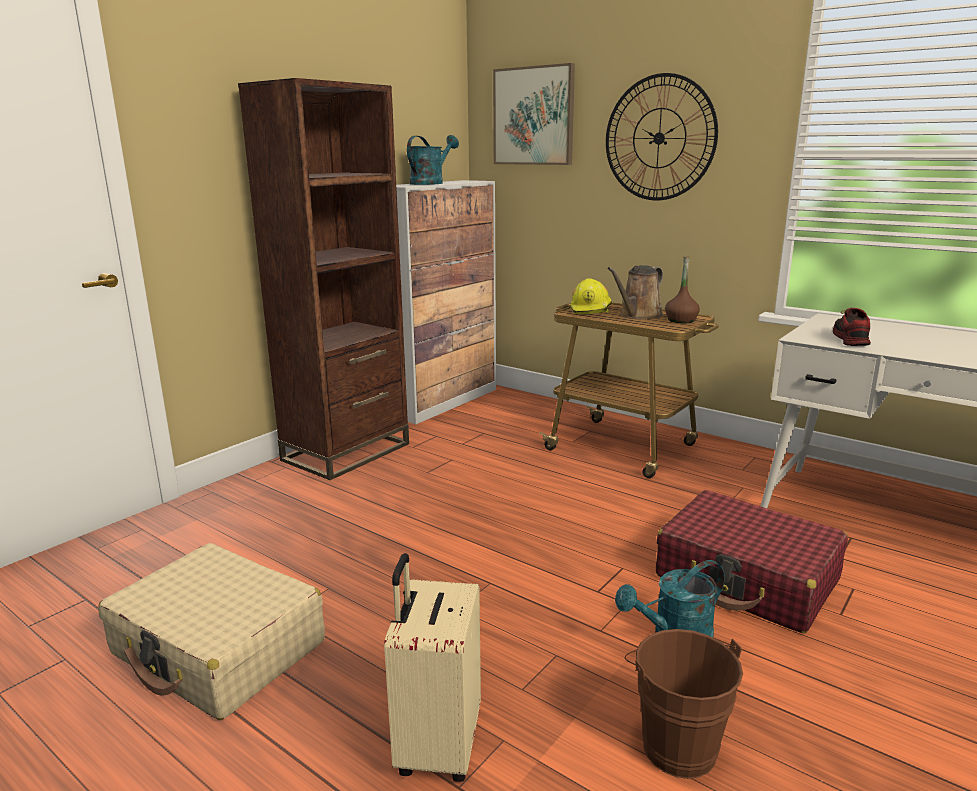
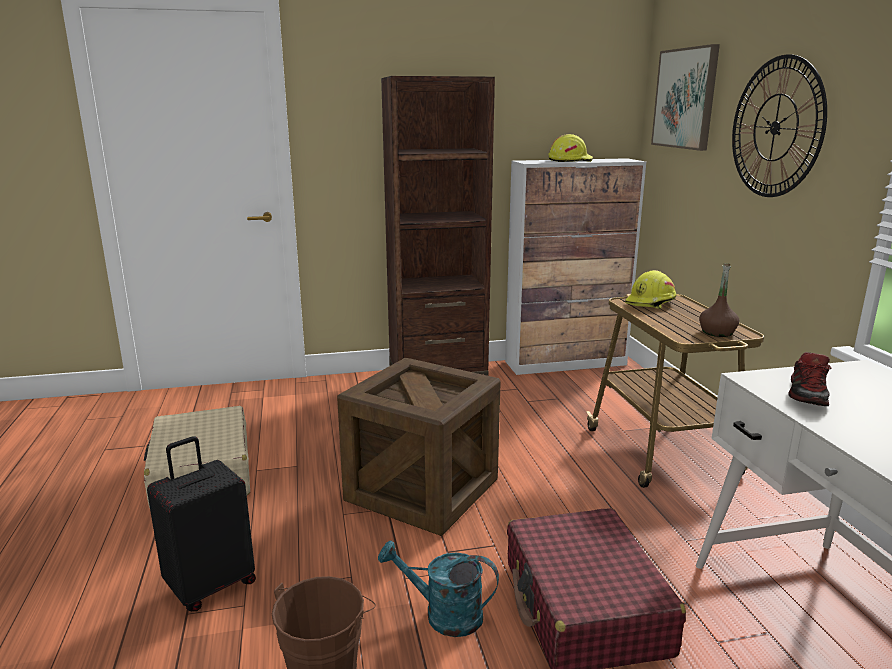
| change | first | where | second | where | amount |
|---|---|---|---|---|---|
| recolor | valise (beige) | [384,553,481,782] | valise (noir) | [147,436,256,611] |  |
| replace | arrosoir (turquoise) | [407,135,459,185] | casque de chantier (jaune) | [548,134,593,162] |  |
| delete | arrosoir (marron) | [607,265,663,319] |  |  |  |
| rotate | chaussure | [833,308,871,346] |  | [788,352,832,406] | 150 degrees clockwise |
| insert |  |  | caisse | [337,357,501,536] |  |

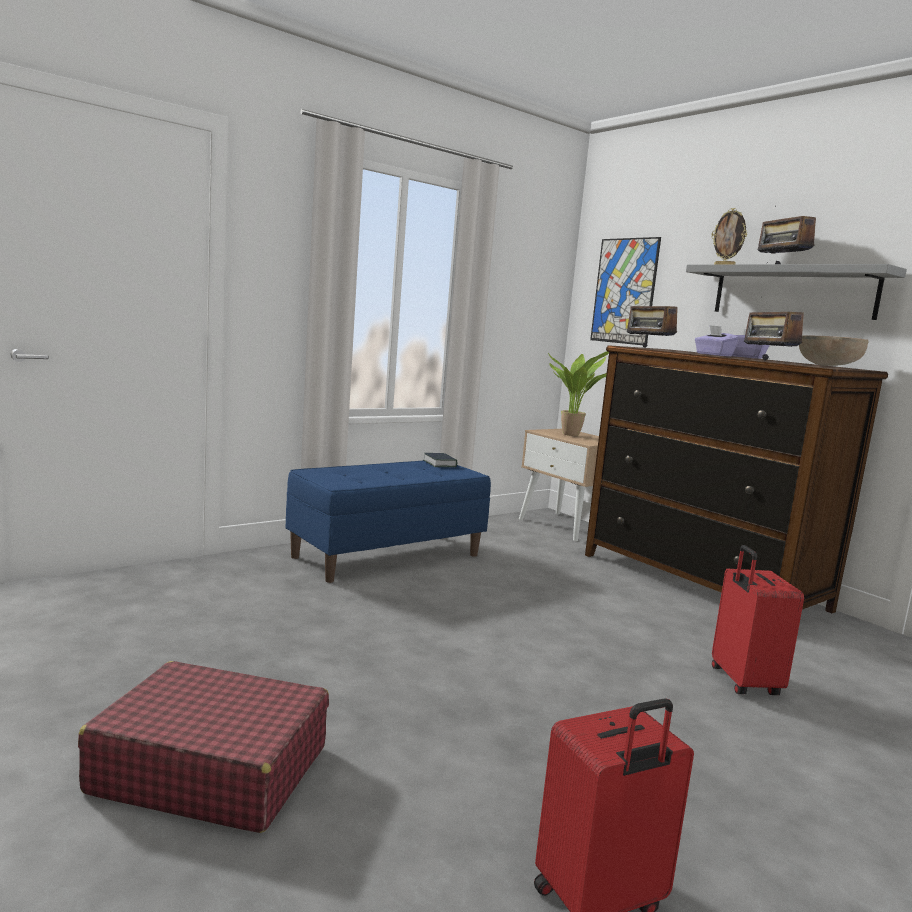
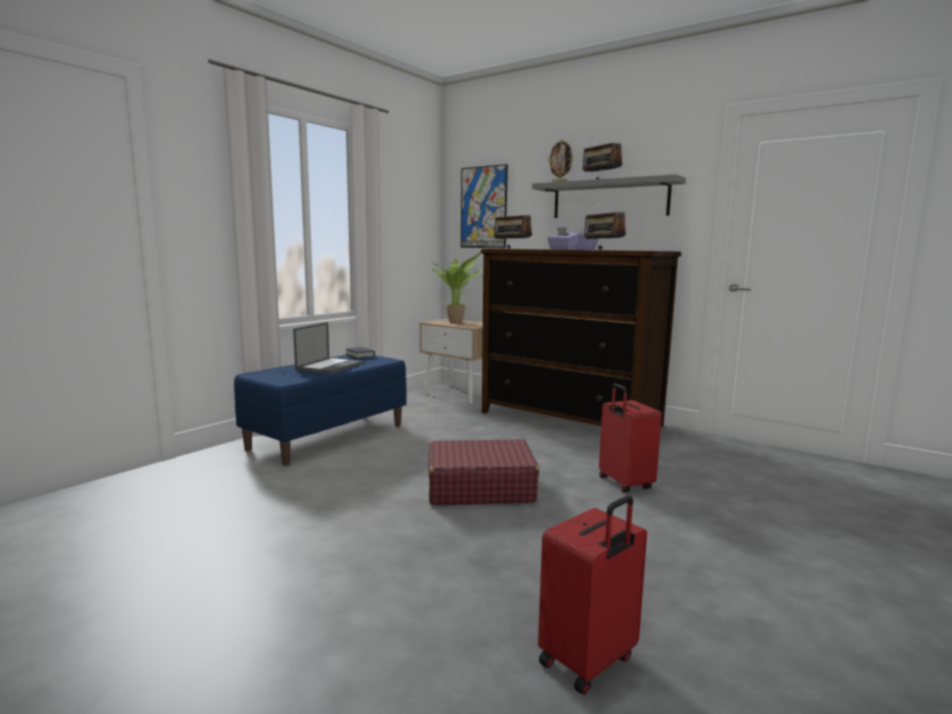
| change | first | where | second | where | amount |
|---|---|---|---|---|---|
| move | valise (rouge) | [78,661,329,833] |  | [428,439,539,505] |  |
| delete | bol (marron) | [799,335,869,366] |  |  |  |
| insert |  |  | ordinateur portable | [293,322,363,374] |  |

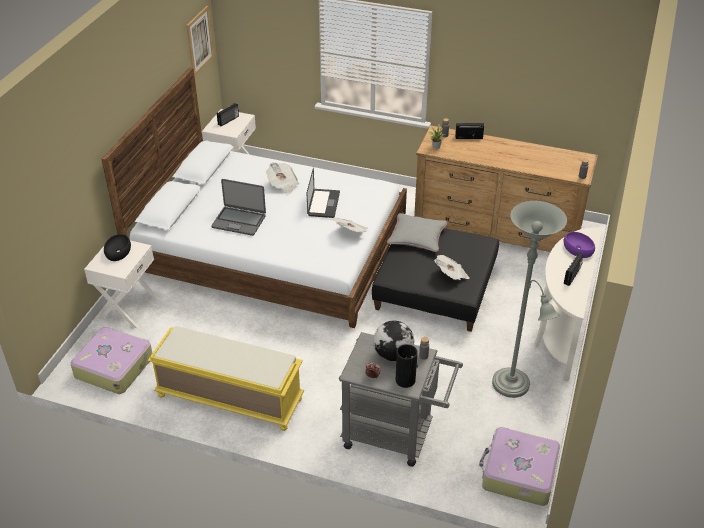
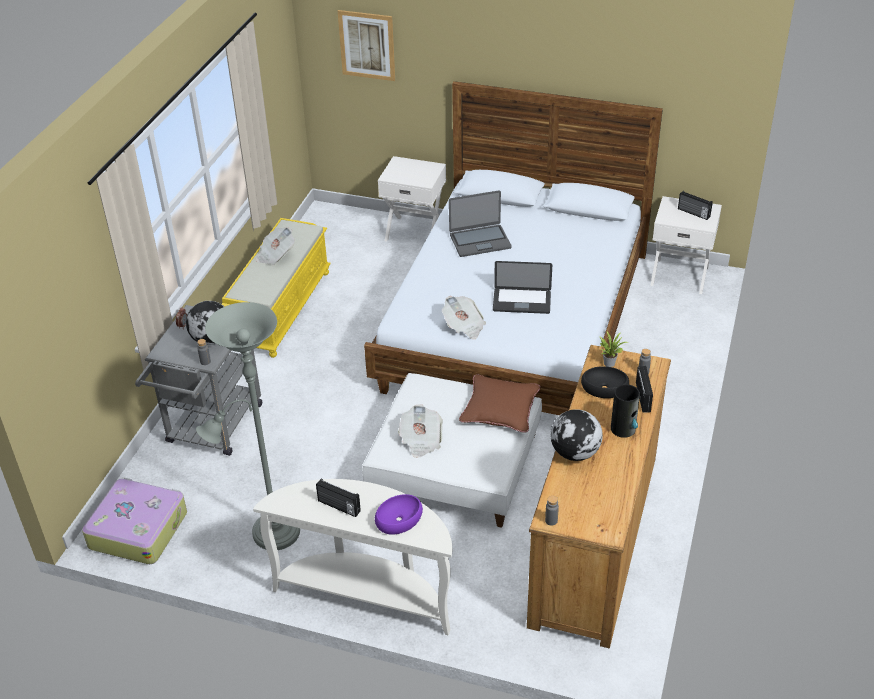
| change | first | where | second | where | amount |
|---|---|---|---|---|---|
| delete | valise | [70,327,152,394] |  |  |  |
| move | bol (noir) | [104,234,131,261] |  | [581,366,629,398] |  |
| move | tableau | [186,6,214,76] |  | [338,10,395,81] |  |
| rotate | ordinateur portable | [211,179,266,236] |  | [449,190,512,257] | 120 degrees counterclockwise |
| move | journal | [266,162,299,194] |  | [256,227,295,265] |  |
| recolor | pouf (noir) | [372,228,499,332] | pouf (blanc) | [362,373,542,528] |  |
| recolor | coussin (gris) | [387,213,448,252] | coussin (marron) | [459,374,541,433] |  |
| move | vase | [396,344,418,388] |  | [611,384,640,438] |  |
| insert |  |  | globe | [550,409,603,461] |  |

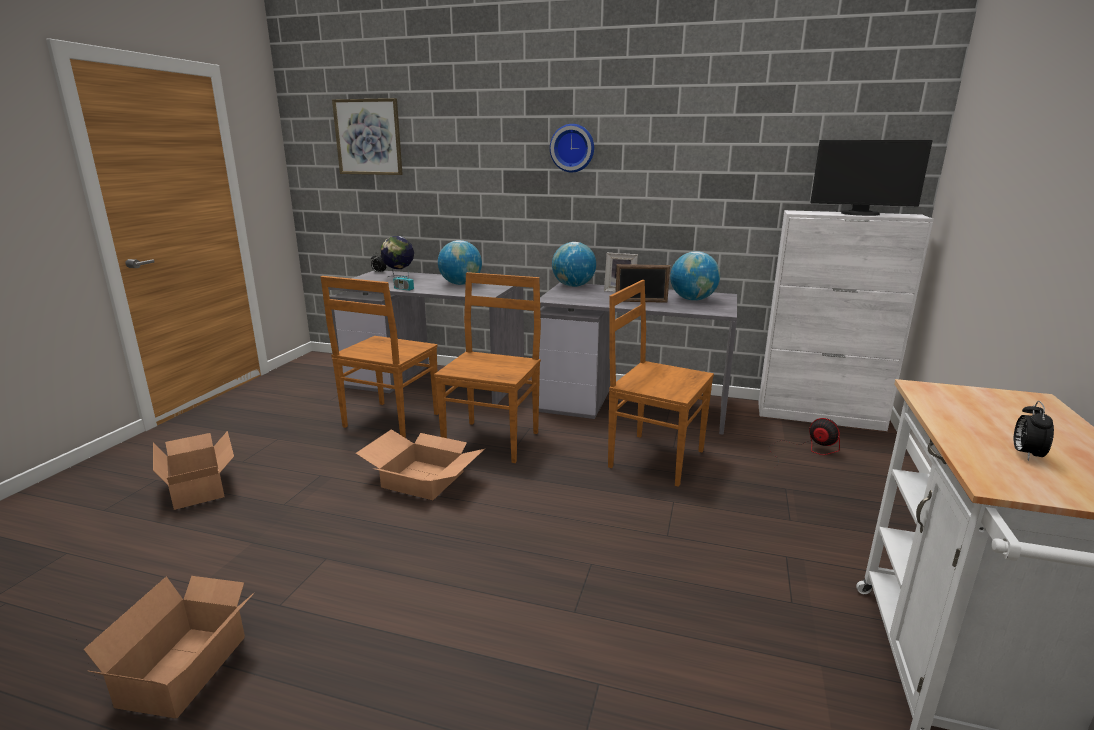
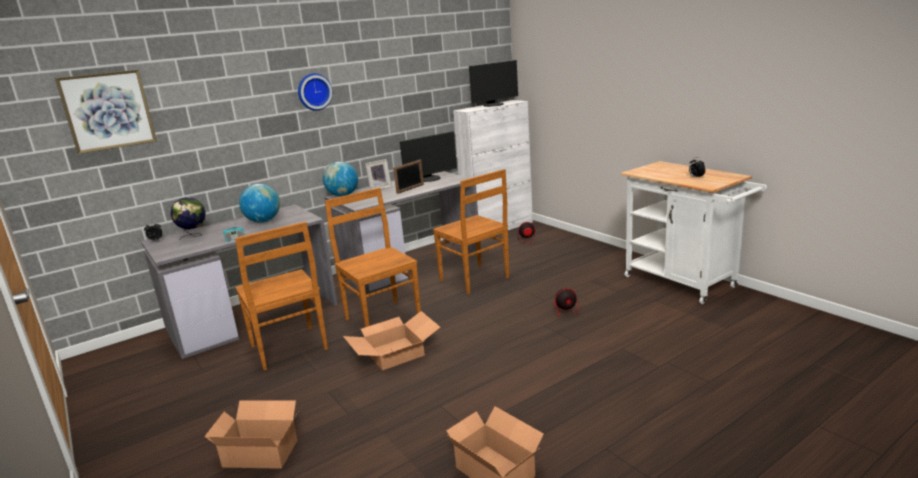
| change | first | where | second | where | amount |
|---|---|---|---|---|---|
| rotate | chaise (marron) | [608,280,714,487] |  | [433,169,509,294] | 105 degrees counterclockwise |
| replace | globe | [670,251,720,301] | écran d'ordinateur | [400,131,457,182] |  |
| insert |  |  | ventilateur | [554,288,590,317] |  |

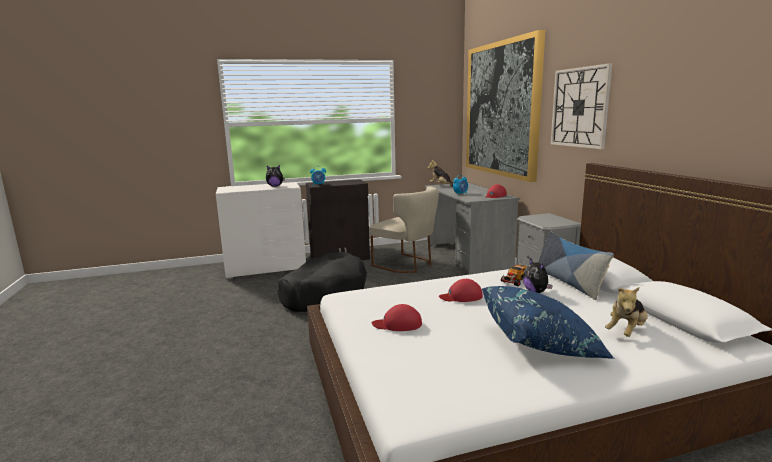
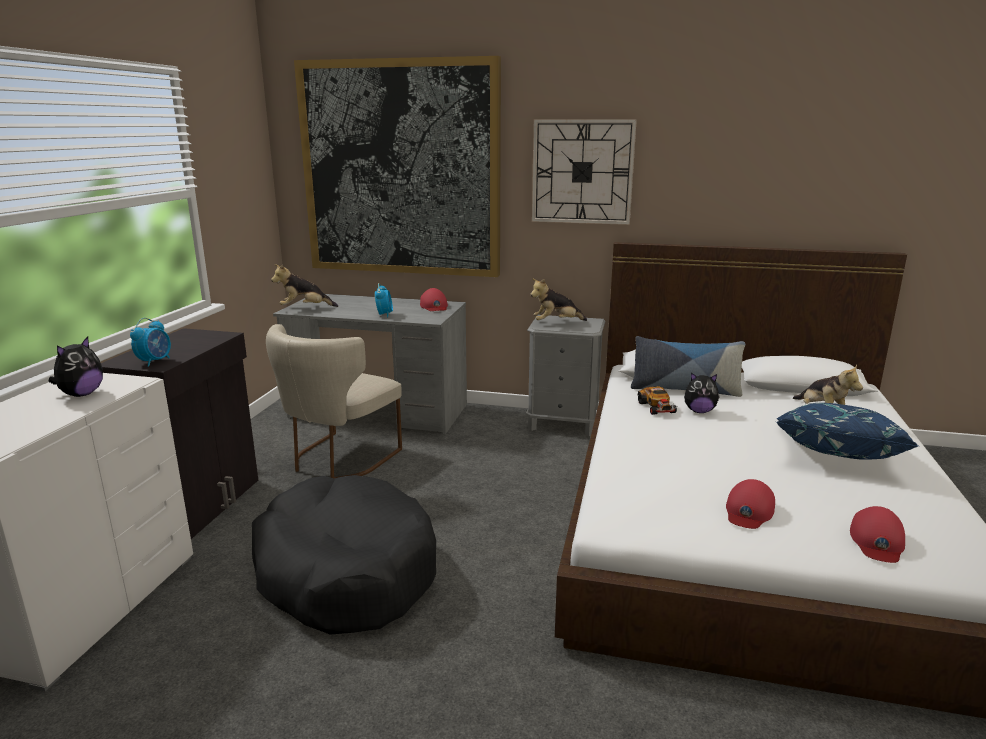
| change | first | where | second | where | amount |
|---|---|---|---|---|---|
| rotate | chaise (beige) | [369,186,439,273] |  | [266,324,402,479] | 135 degrees clockwise |
| move | casquette (rouge) | [439,279,483,302] |  | [850,506,905,563] |  |
| insert |  |  | peluche | [530,278,587,321] |  |

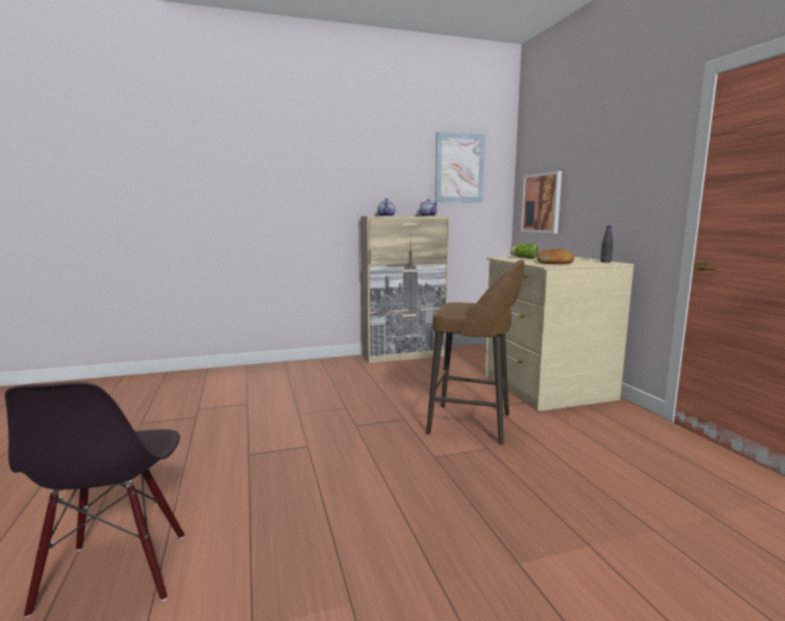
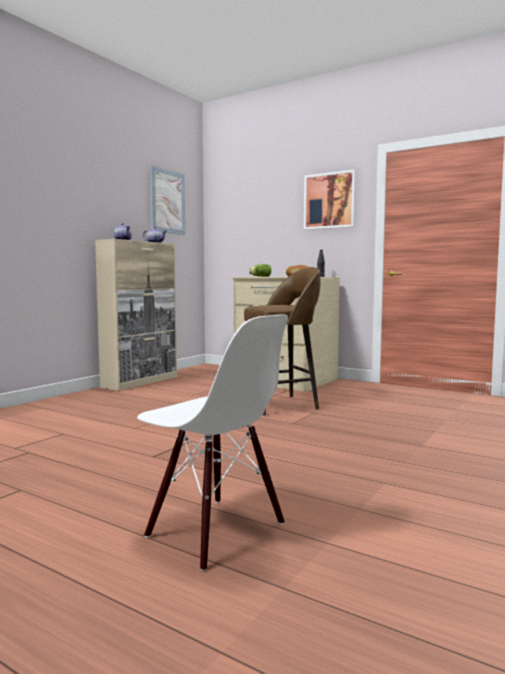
| change | first | where | second | where | amount |
|---|---|---|---|---|---|
| recolor | chaise (noir) | [5,382,185,618] | chaise (blanc) | [137,315,288,571] |  |
| move | tableau | [521,171,562,233] |  | [304,169,356,230] |  |

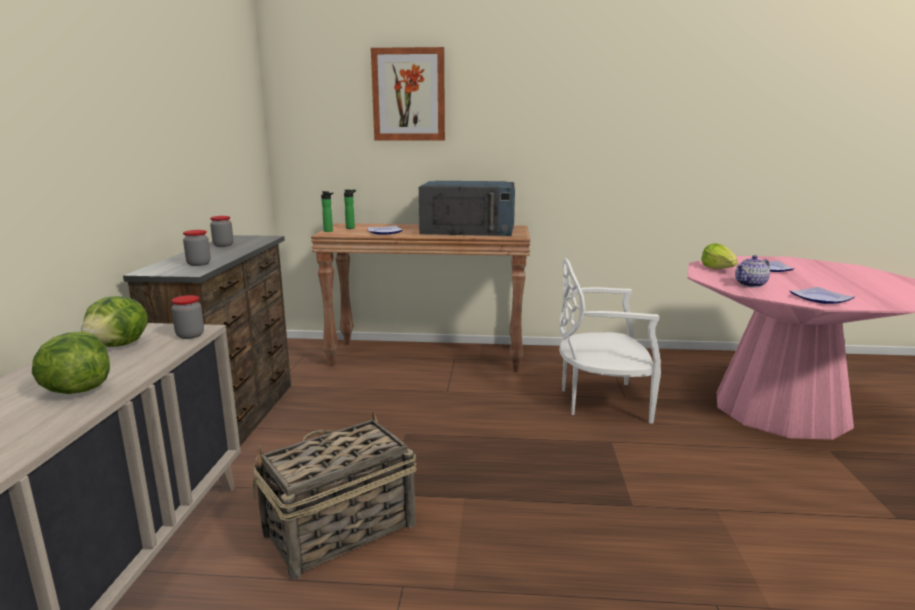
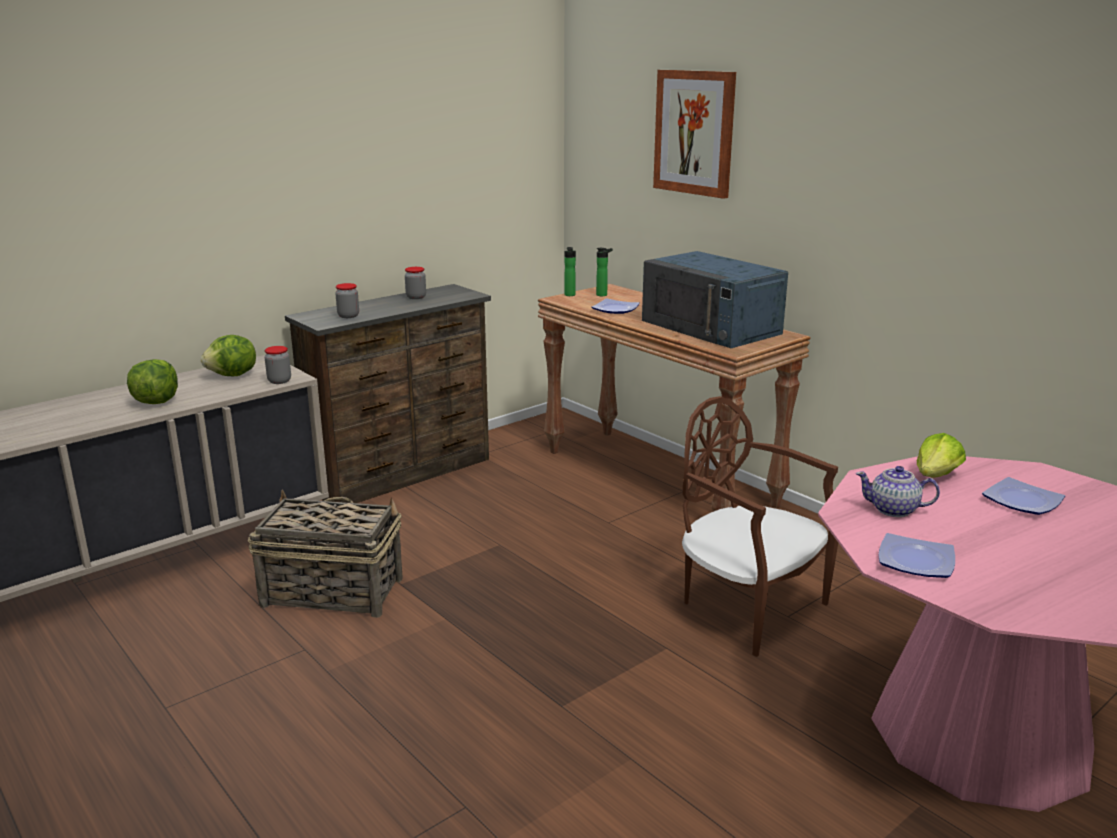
| change | first | where | second | where | amount |
|---|---|---|---|---|---|
| recolor | chaise (blanc) | [559,258,661,424] | chaise (marron) | [682,396,838,657] |  |

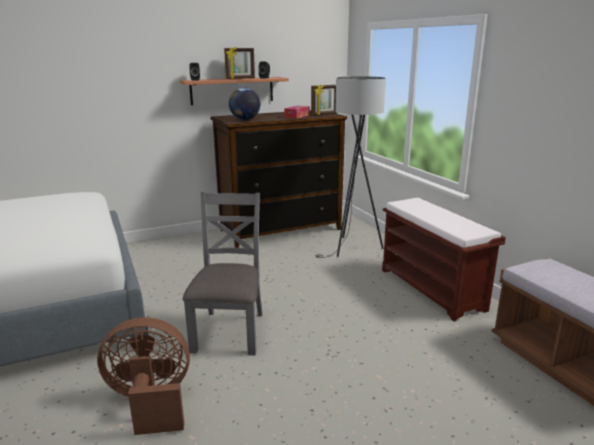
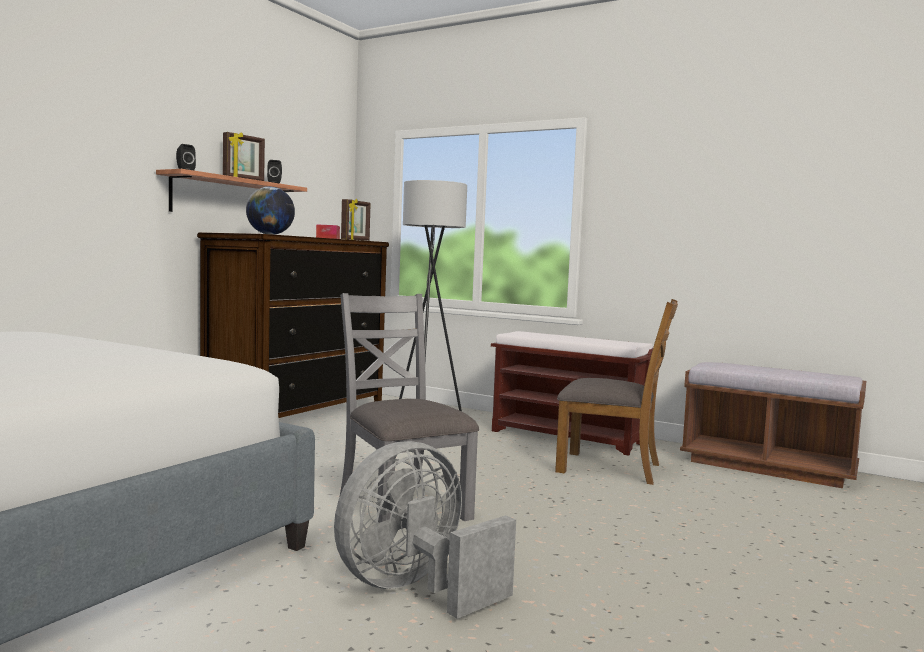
| change | first | where | second | where | amount |
|---|---|---|---|---|---|
| recolor | ventilateur (marron) | [97,317,190,435] | ventilateur (gris) | [334,441,516,619] |  |
| insert |  |  | chaise (marron) | [555,299,678,485] |  |

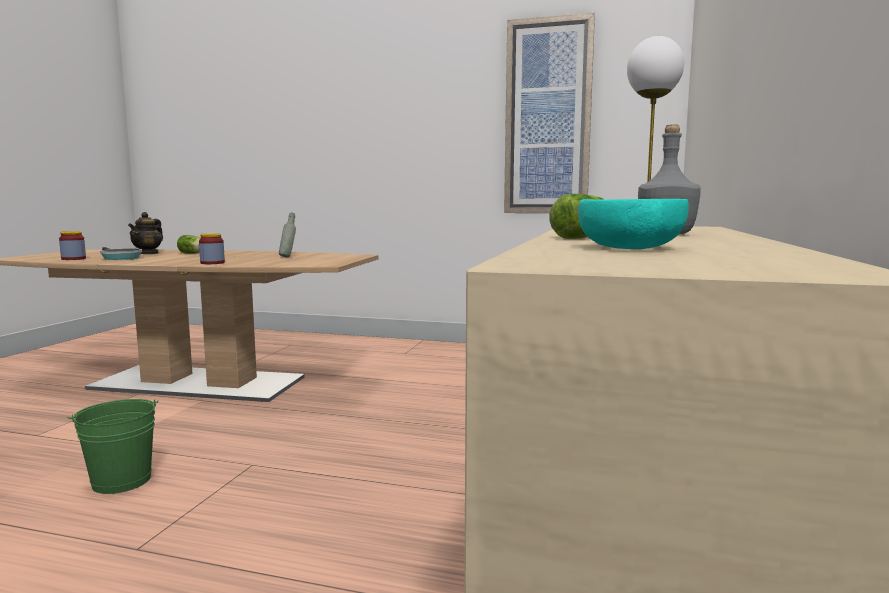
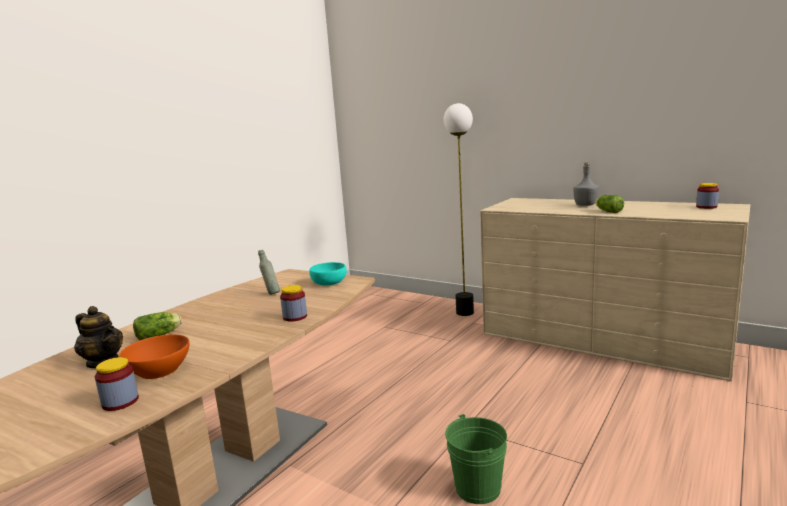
| change | first | where | second | where | amount |
|---|---|---|---|---|---|
| replace | poêle | [100,247,142,260] | bol (orange) | [119,334,190,379] |  |
| delete | tableau | [504,13,595,213] |  |  |  |
| move | bol (turquoise) | [578,199,689,249] |  | [309,262,346,285] |  |
| insert |  |  | bocal | [696,183,719,209] |  |

